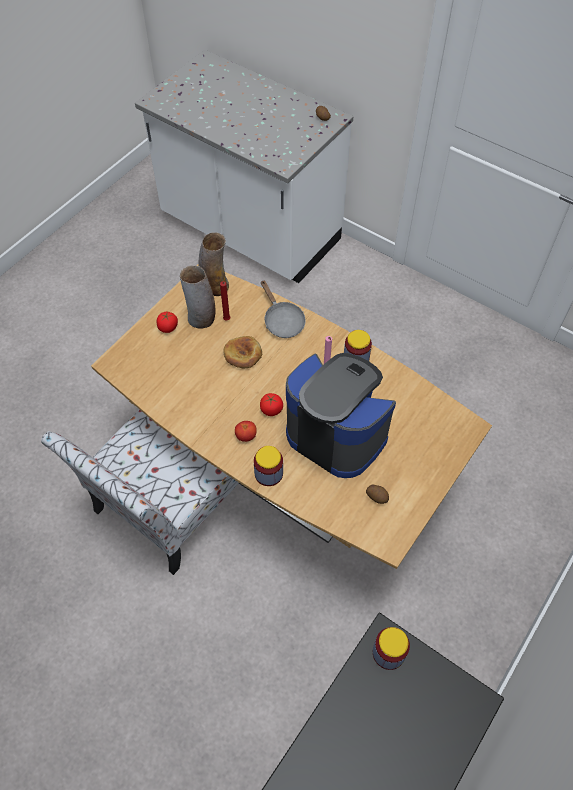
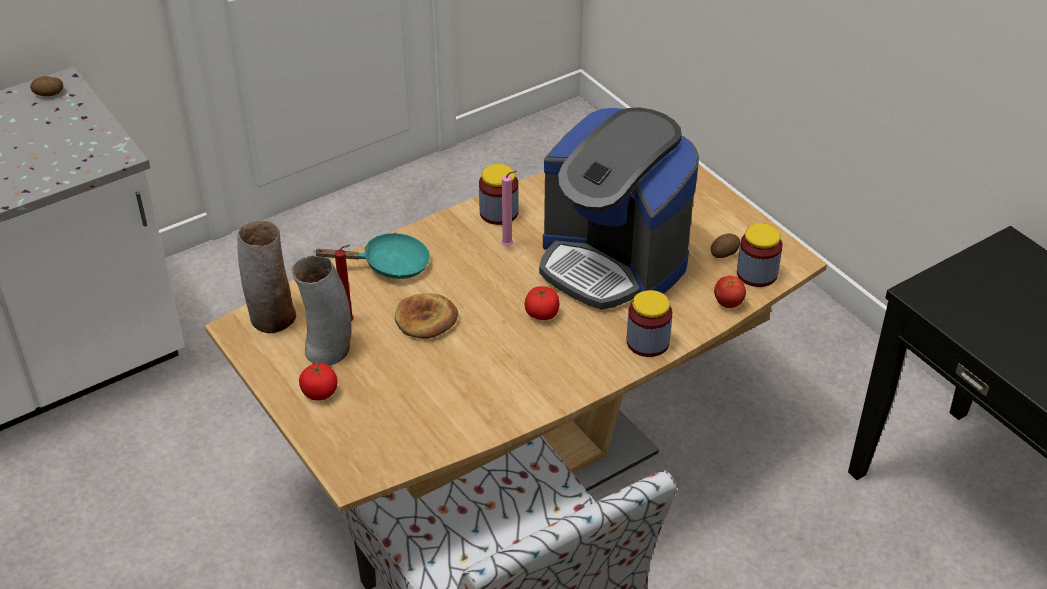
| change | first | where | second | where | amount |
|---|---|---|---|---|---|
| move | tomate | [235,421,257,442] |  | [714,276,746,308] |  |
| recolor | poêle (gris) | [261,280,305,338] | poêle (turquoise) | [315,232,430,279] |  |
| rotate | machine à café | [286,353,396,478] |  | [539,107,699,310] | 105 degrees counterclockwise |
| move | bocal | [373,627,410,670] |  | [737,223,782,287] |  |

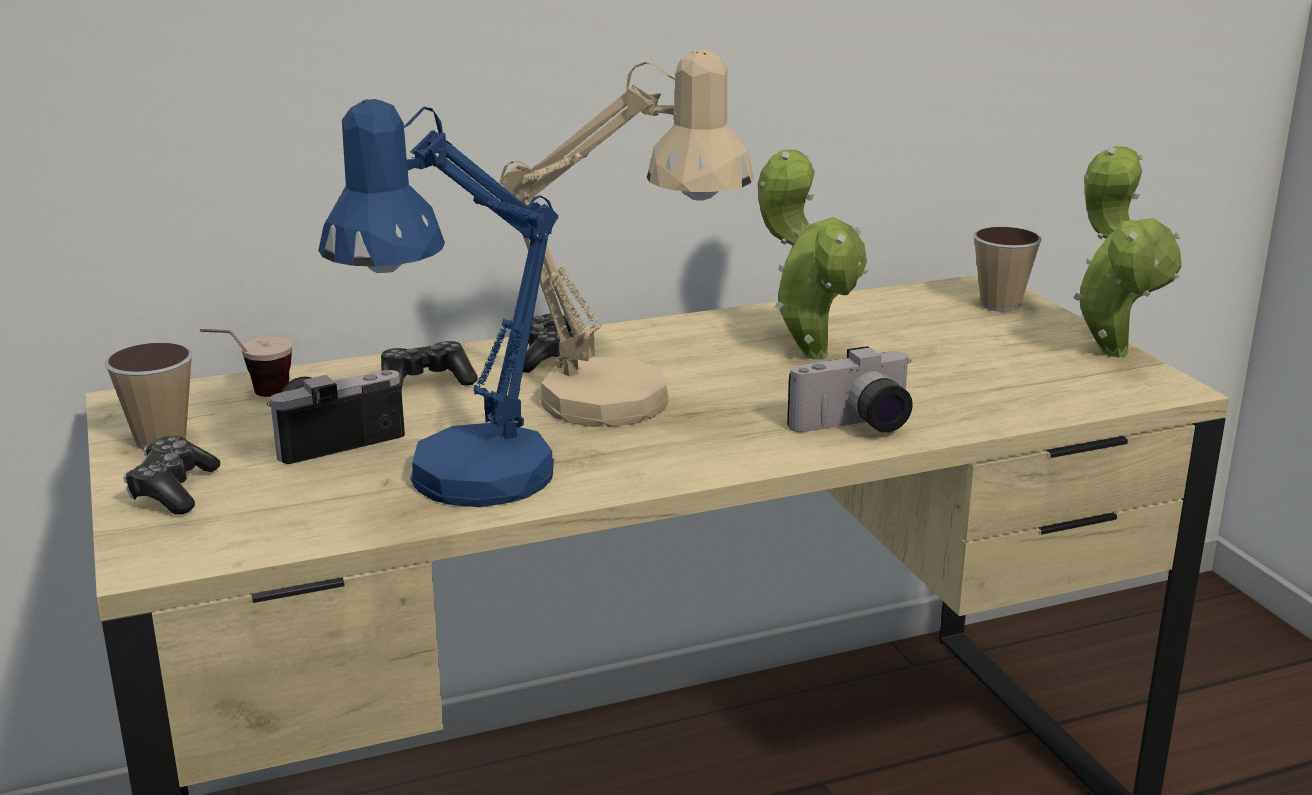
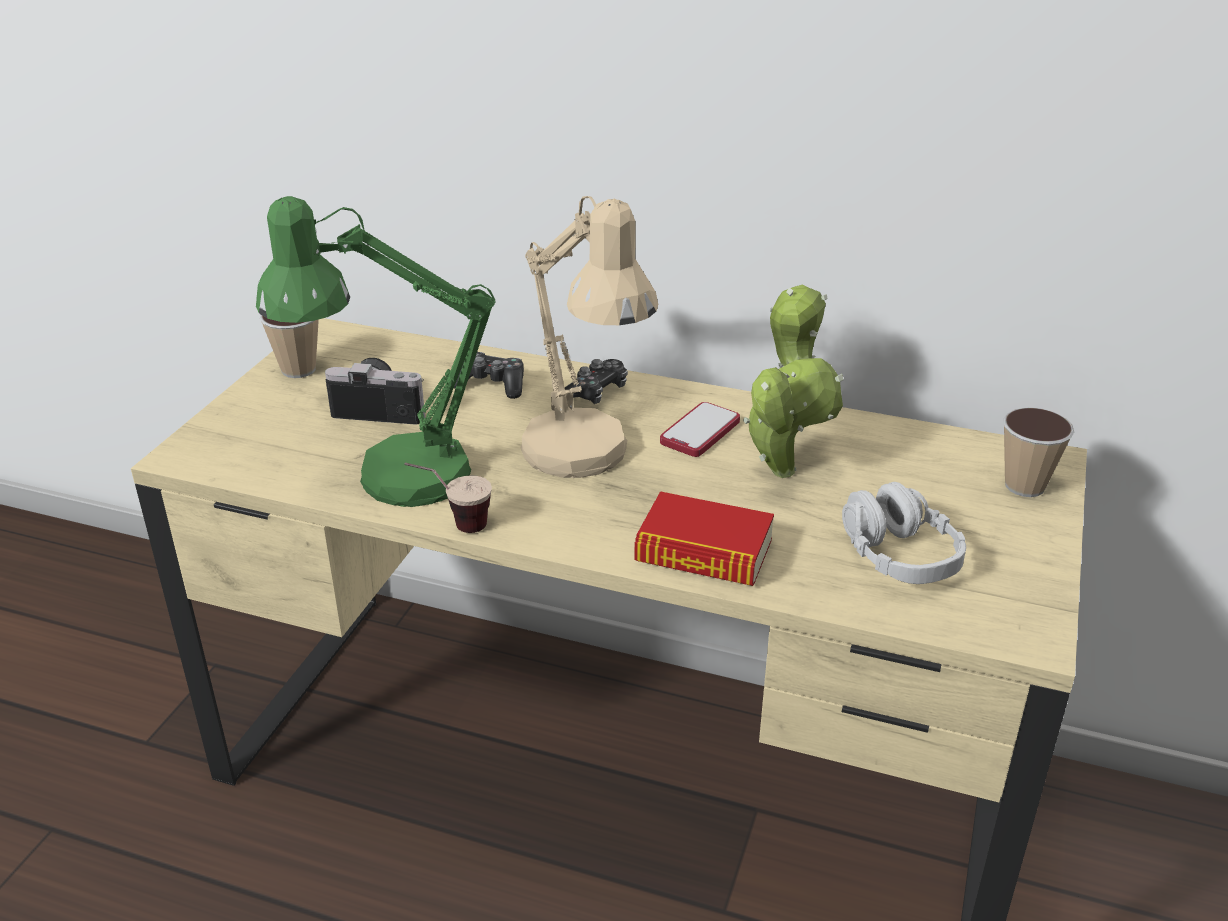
| change | first | where | second | where | amount |
|---|---|---|---|---|---|
| delete | manette | [123,436,220,515] |  |  |  |
| move | tasse | [200,329,292,397] |  | [404,463,492,533] |  |
| recolor | lampe de table (bleu) | [318,99,558,507] | lampe de table (vert) | [256,196,495,507] |  |
| replace | appareil photo | [787,346,913,433] | livre | [634,491,774,586] |  |
| delete | plante en pot | [1073,146,1182,358] |  |  |  |
| insert |  |  | téléphone | [660,402,740,457] |  |
| insert |  |  | casque audio (gris) | [842,482,966,584] |  |

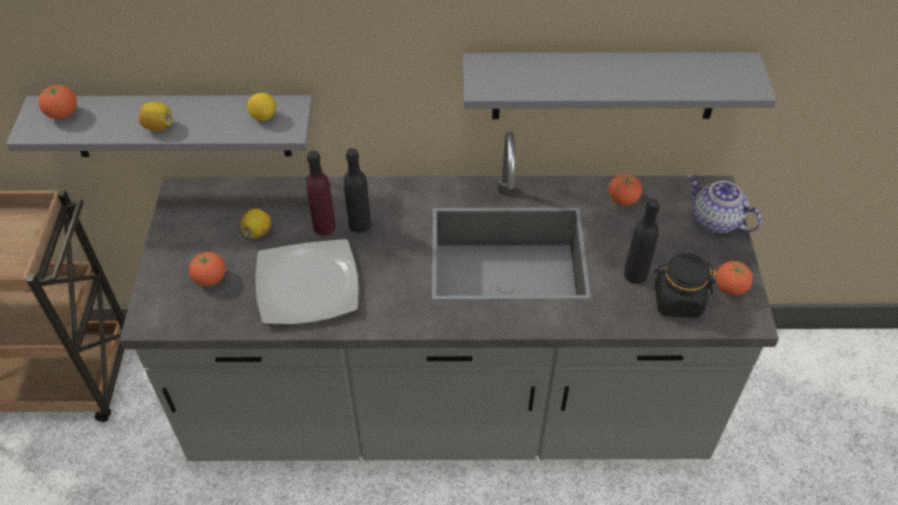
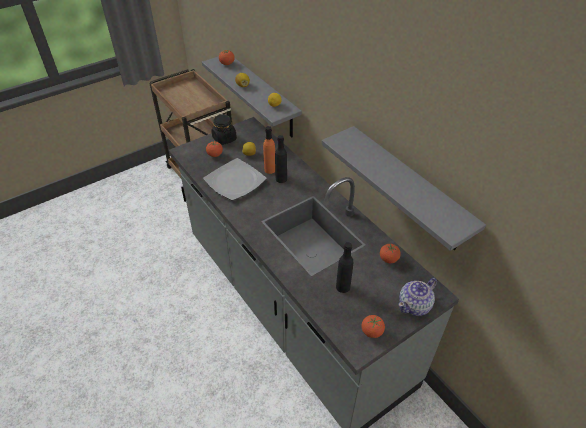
| change | first | where | second | where | amount |
|---|---|---|---|---|---|
| recolor | bouteille (violet) | [306,151,336,235] | bouteille (orange) | [263,126,275,174] |  |
| move | bocal (noir) | [654,253,716,317] |  | [211,115,237,145] |  |
| rotate | théière | [687,174,762,233] |  | [398,278,437,316] | 135 degrees counterclockwise |

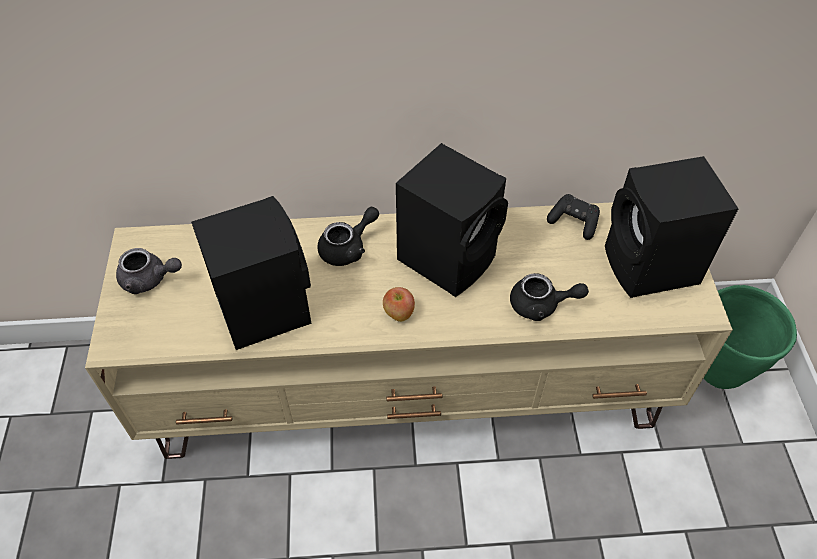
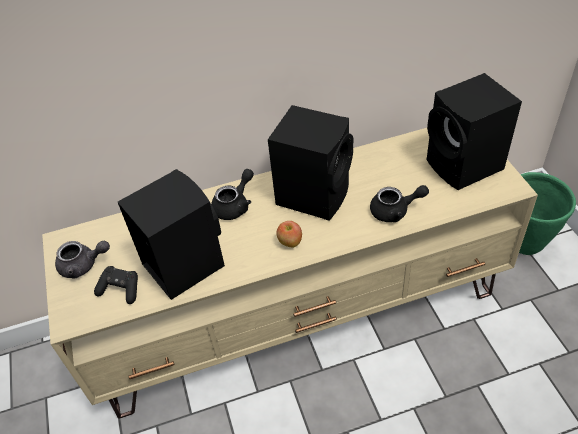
| change | first | where | second | where | amount |
|---|---|---|---|---|---|
| move | manette (noir) | [547,194,600,240] |  | [94,266,138,304] |  |

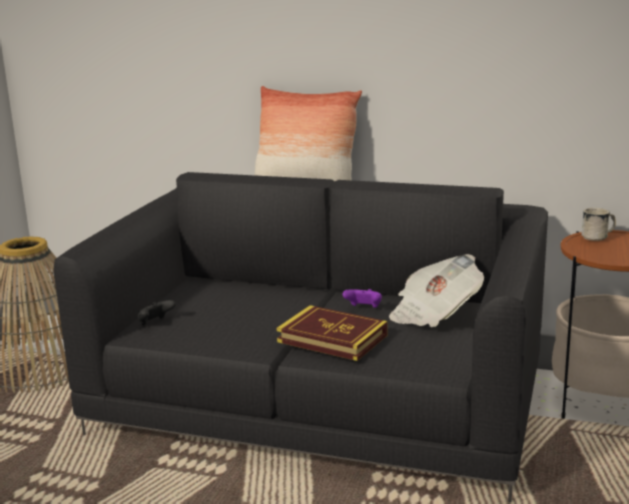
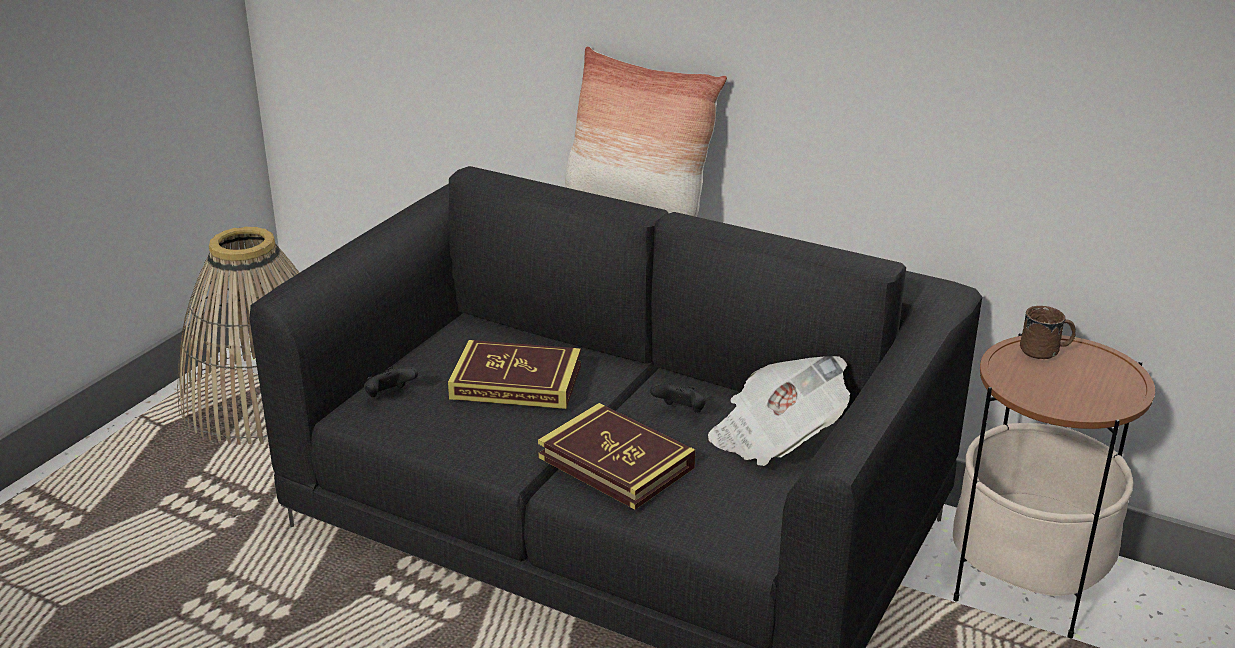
| change | first | where | second | where | amount |
|---|---|---|---|---|---|
| recolor | manette (violet) | [343,289,382,308] | manette (noir) | [650,384,706,412] |  |
| recolor | mug (blanc) | [582,208,616,241] | mug (marron) | [1020,306,1076,359] |  |
| insert |  |  | livre | [448,340,581,409] |  |

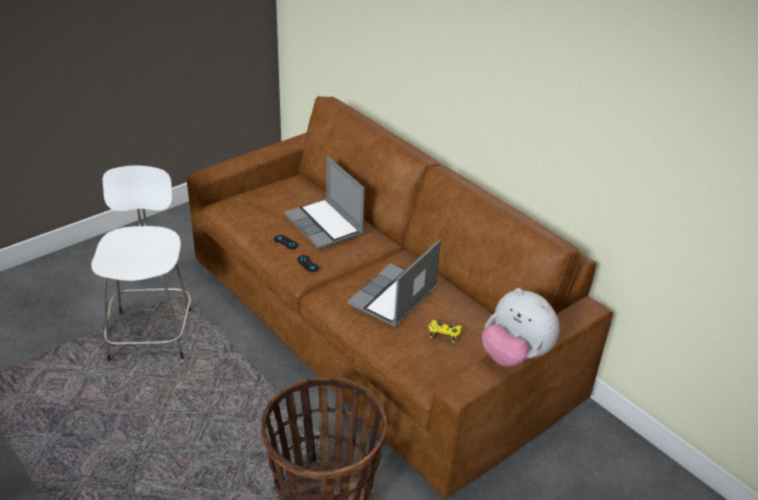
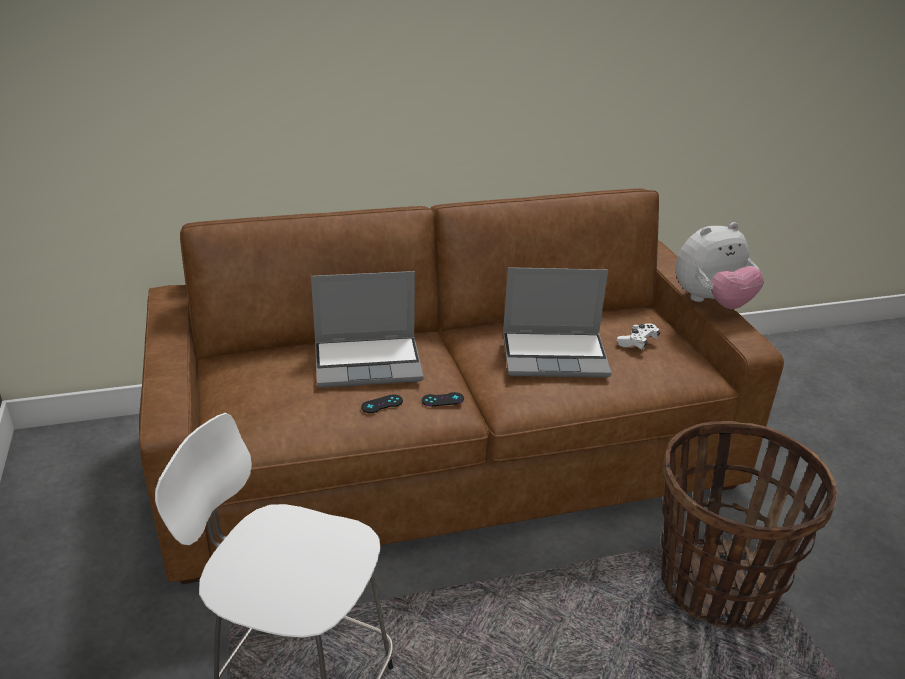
| change | first | where | second | where | amount |
|---|---|---|---|---|---|
| rotate | ordinateur portable | [347,239,441,327] |  | [503,267,612,378] | 60 degrees counterclockwise |
| recolor | manette (jaune) | [428,320,462,343] | manette (blanc) | [616,323,660,350] |  |

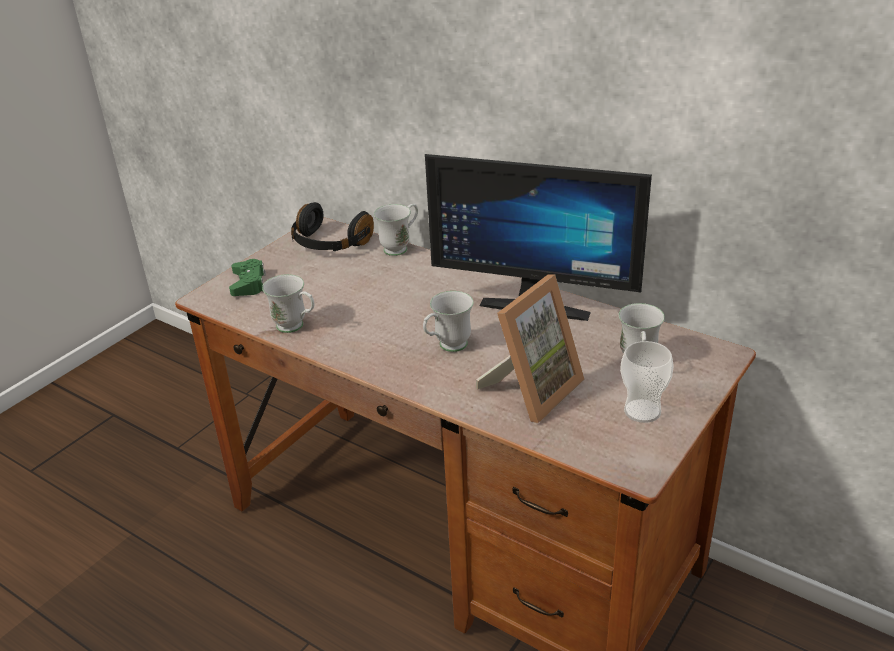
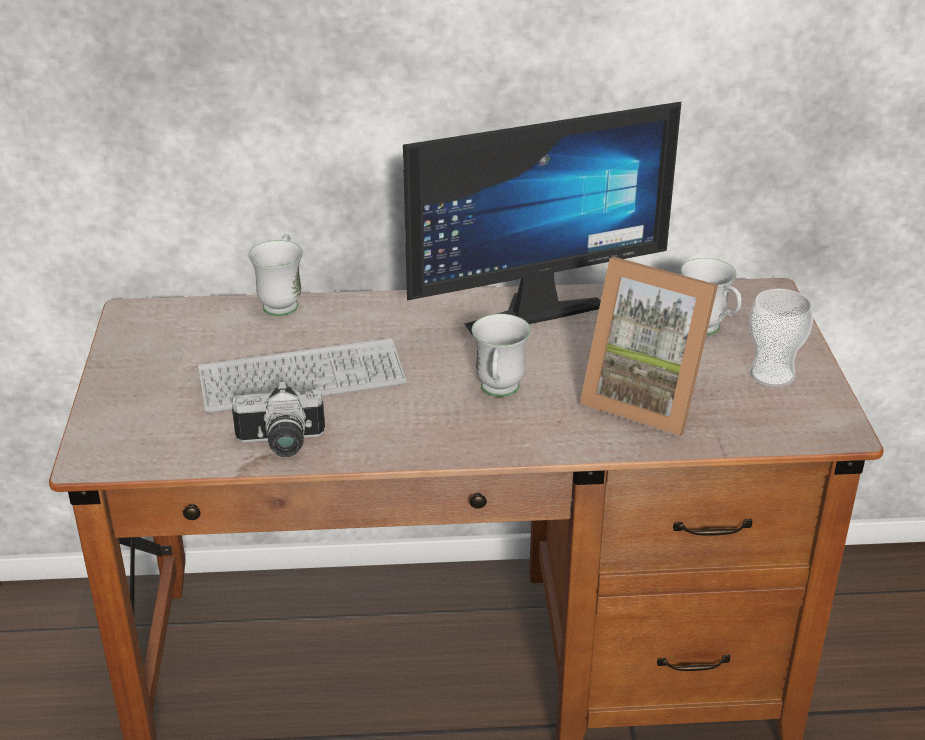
| change | first | where | second | where | amount |
|---|---|---|---|---|---|
| delete | manette (vert) | [229,259,266,296] |  |  |  |
| replace | mug (blanc) | [262,274,315,333] | appareil photo | [232,380,325,457] |  |
| delete | casque audio (noir) | [291,202,374,251] |  |  |  |
| rotate | cadre photo | [476,275,585,423] |  | [580,257,718,436] | 120 degrees clockwise |
| insert |  |  | clavier | [198,338,407,413] |  |

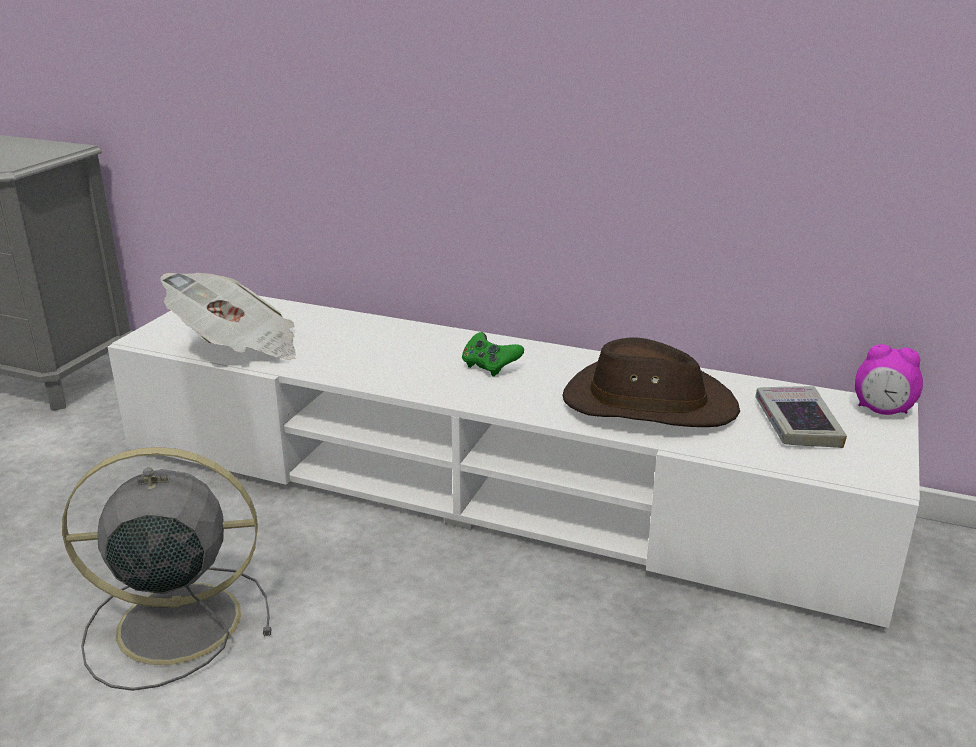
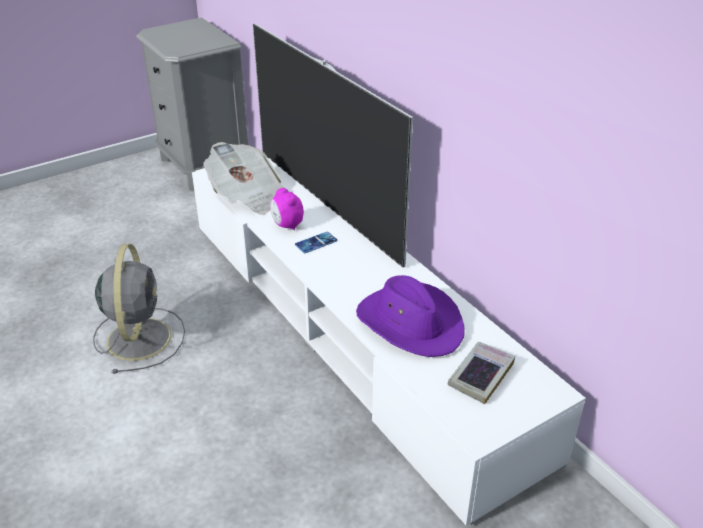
| change | first | where | second | where | amount |
|---|---|---|---|---|---|
| rotate | ventilateur (gris) | [62,447,271,691] |  | [93,244,185,374] | 60 degrees clockwise |
| delete | manette (vert) | [462,332,524,377] |  |  |  |
| recolor | chapeau (marron) | [562,338,740,427] | chapeau (violet) | [356,275,465,357] |  |
| move | réveil | [855,344,923,415] |  | [270,188,304,230] |  |
| insert |  |  | téléviseur | [253,23,413,268] |  |
| insert |  |  | téléphone | [295,232,338,253] |  |

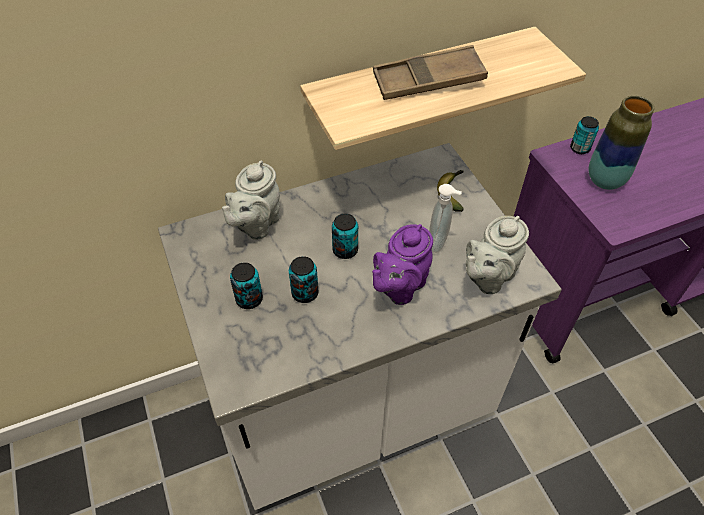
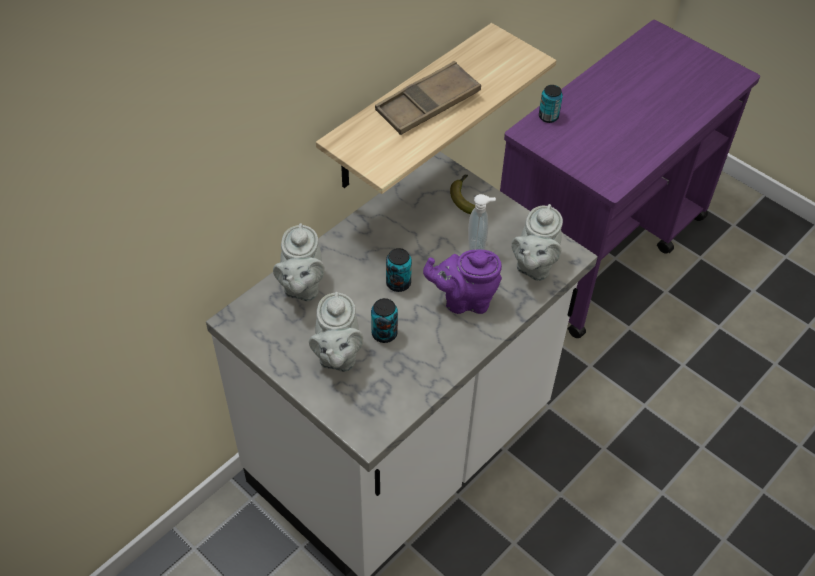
| change | first | where | second | where | amount |
|---|---|---|---|---|---|
| replace | boîte métallique | [230,262,263,309] | théière (gris) | [309,292,364,372] |  |
| rotate | théière (violet) | [372,224,433,305] |  | [423,250,502,314] | 75 degrees clockwise |
| delete | vase | [588,96,654,190] |  |  |  |

